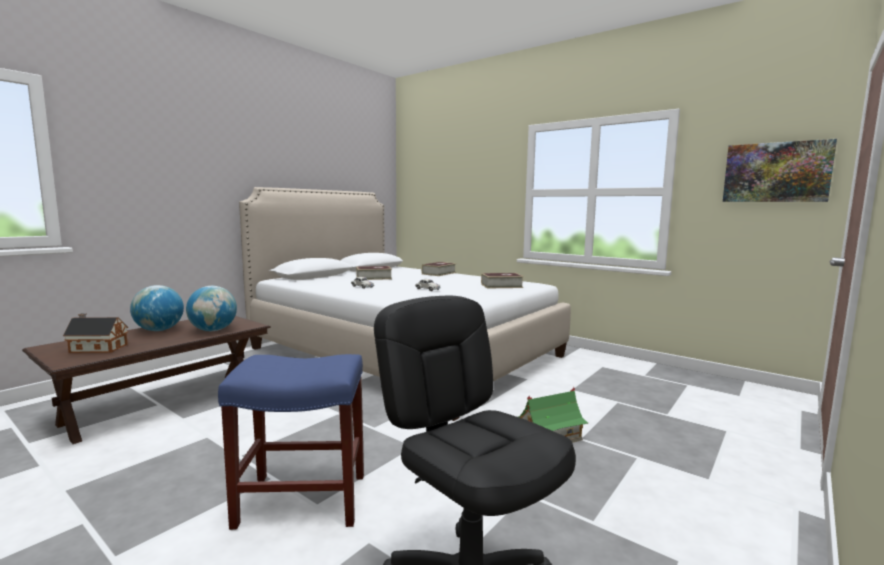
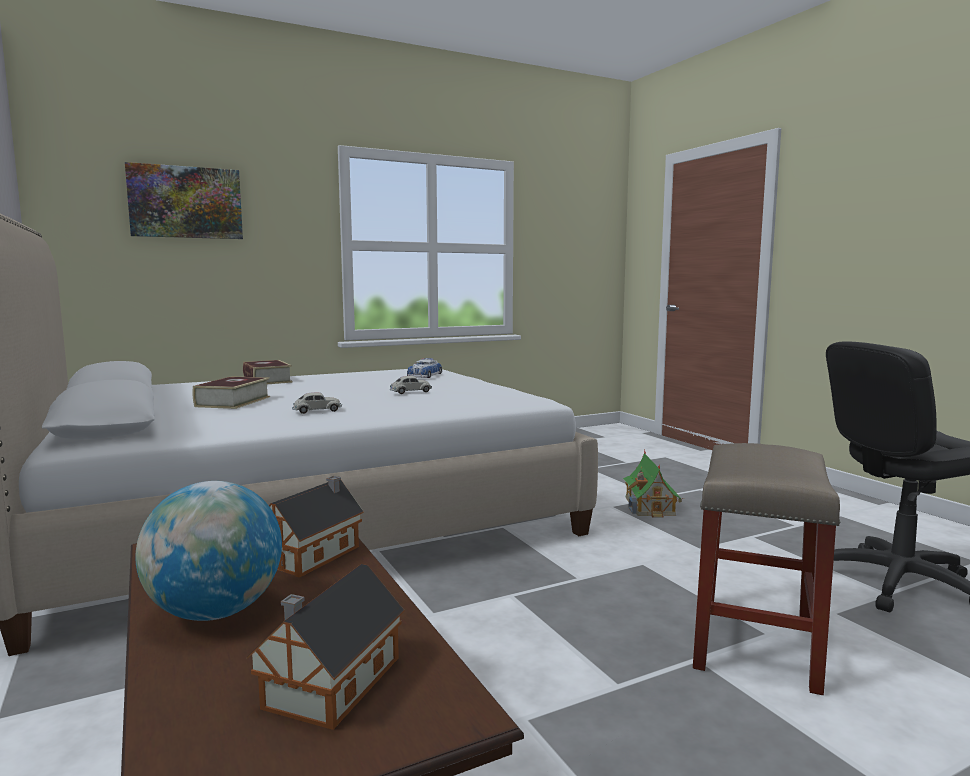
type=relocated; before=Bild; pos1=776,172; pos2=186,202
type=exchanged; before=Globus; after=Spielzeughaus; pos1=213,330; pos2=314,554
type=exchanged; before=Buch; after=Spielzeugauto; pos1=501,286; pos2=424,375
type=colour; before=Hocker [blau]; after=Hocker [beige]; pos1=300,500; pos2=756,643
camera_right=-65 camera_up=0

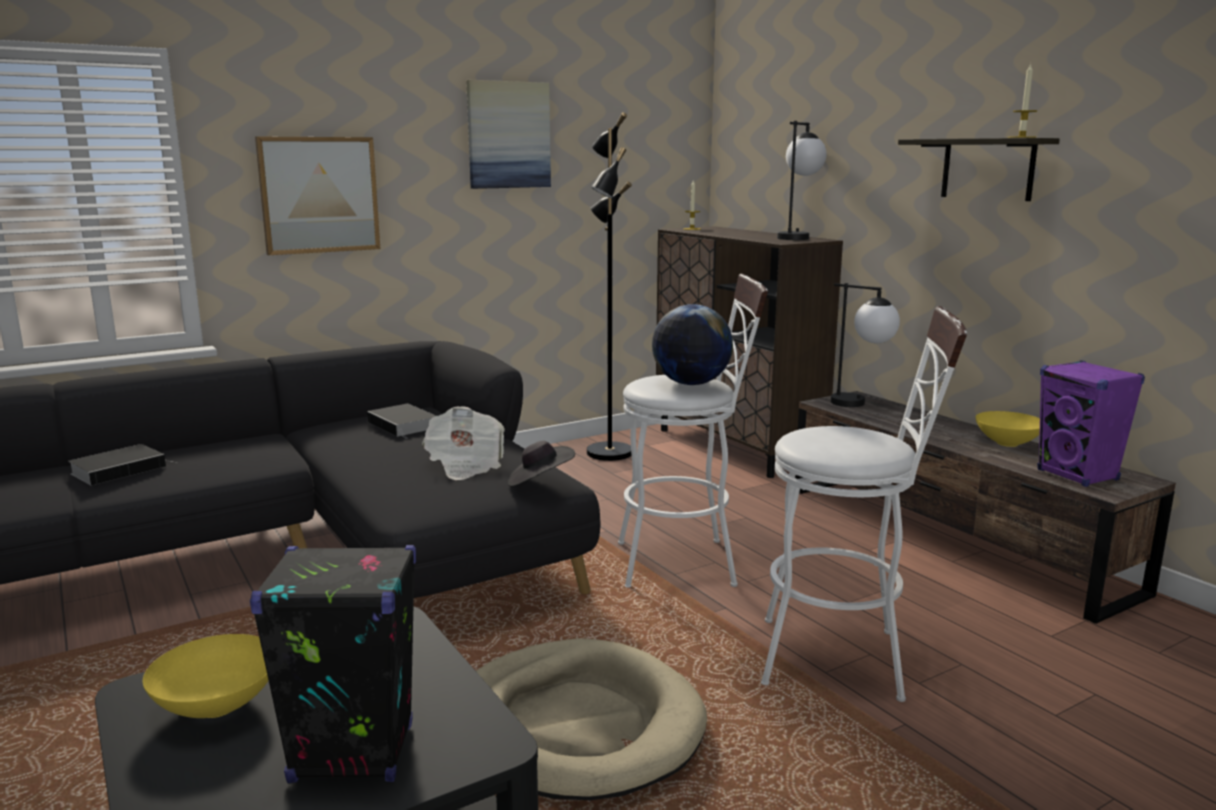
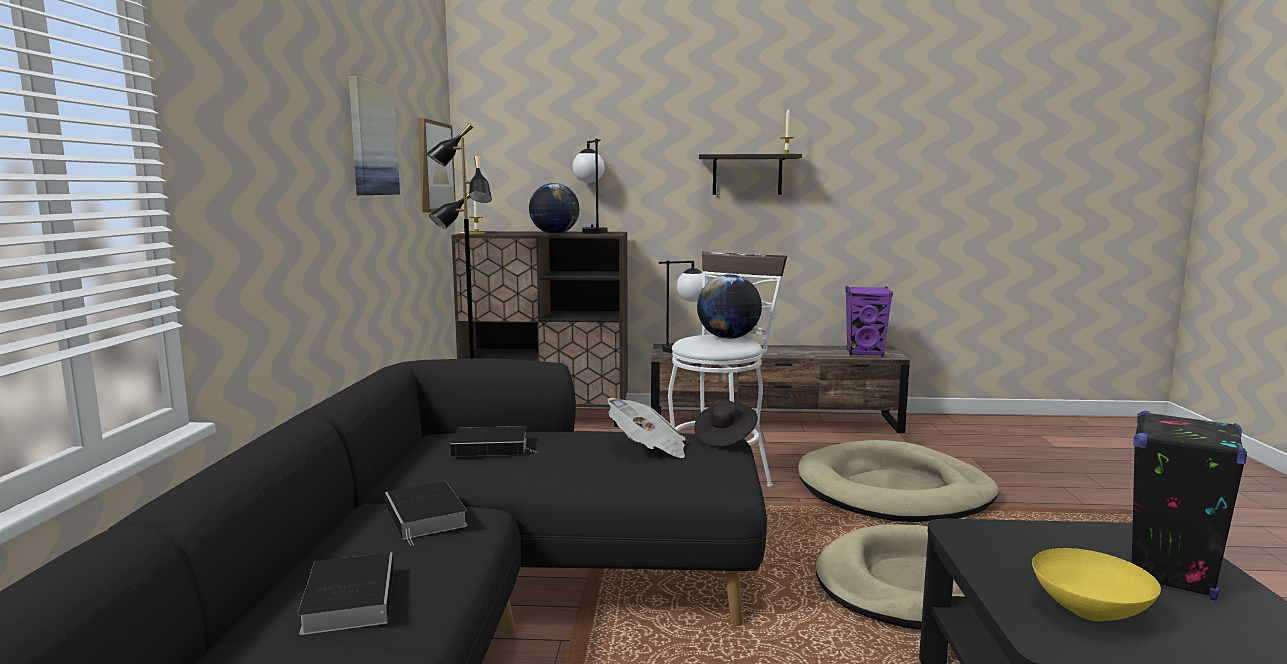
type=missing; before=Schüssel [gelb]; pos1=1008,443
type=appeared; after=Buch; pos2=427,517
type=appeared; after=Globus; pos2=554,234
type=relocated; before=Bild; pos1=319,195; pos2=434,167
type=exchanged; before=Hocker [weiß]; after=Hundebett [beige]; pos1=845,658; pos2=894,490
camera_right=-55 camera_up=-5

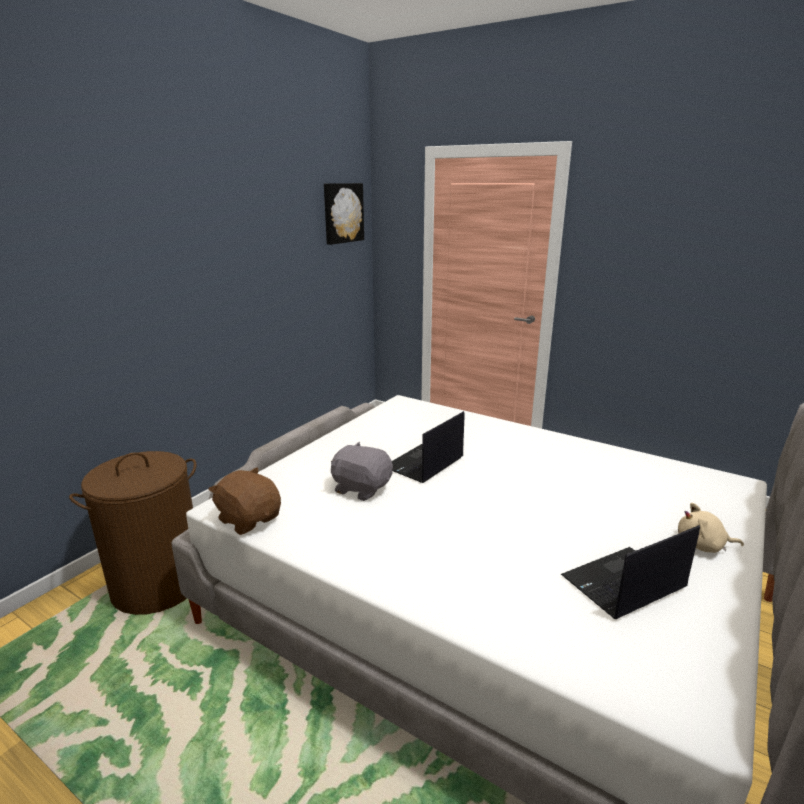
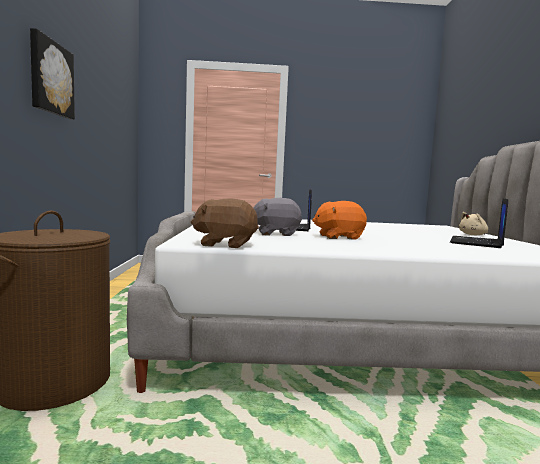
type=appeared; after=Plüschtier [orange]; pos2=338,237
type=relocated; before=Bild; pos1=342,213; pos2=50,78
camera_right=-35 camera_up=-15

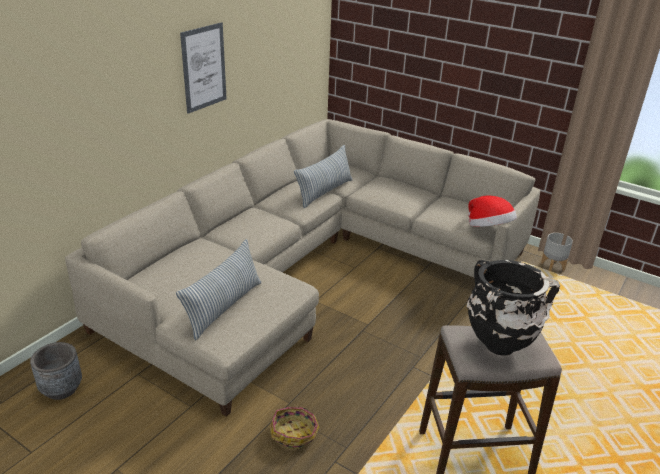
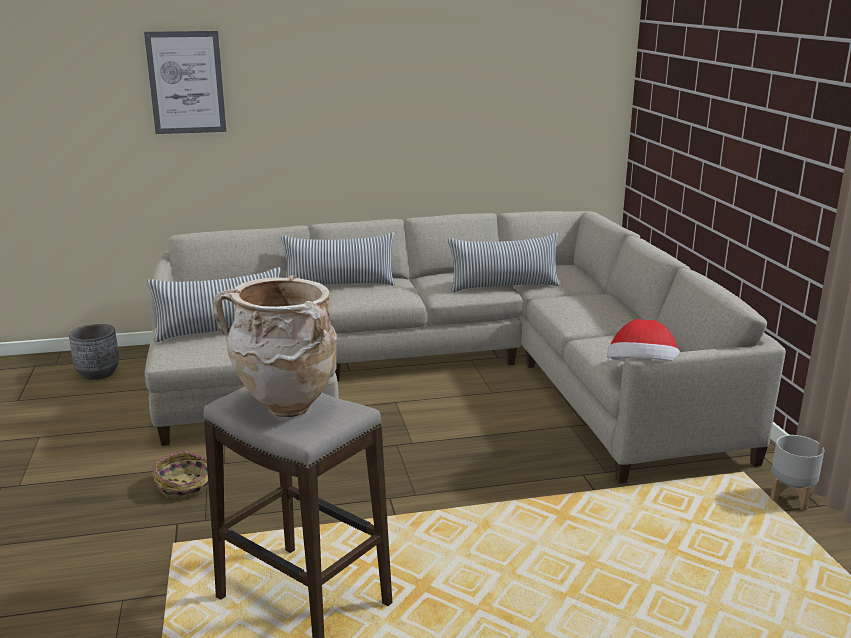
type=appeared; after=Kissen; pos2=339,284
type=relocated; before=Bild; pos1=204,67; pos2=186,82
type=colour; before=Vase [schwarz]; after=Vase [beige]; pos1=497,347; pos2=285,407
camera_right=45 camera_up=-10

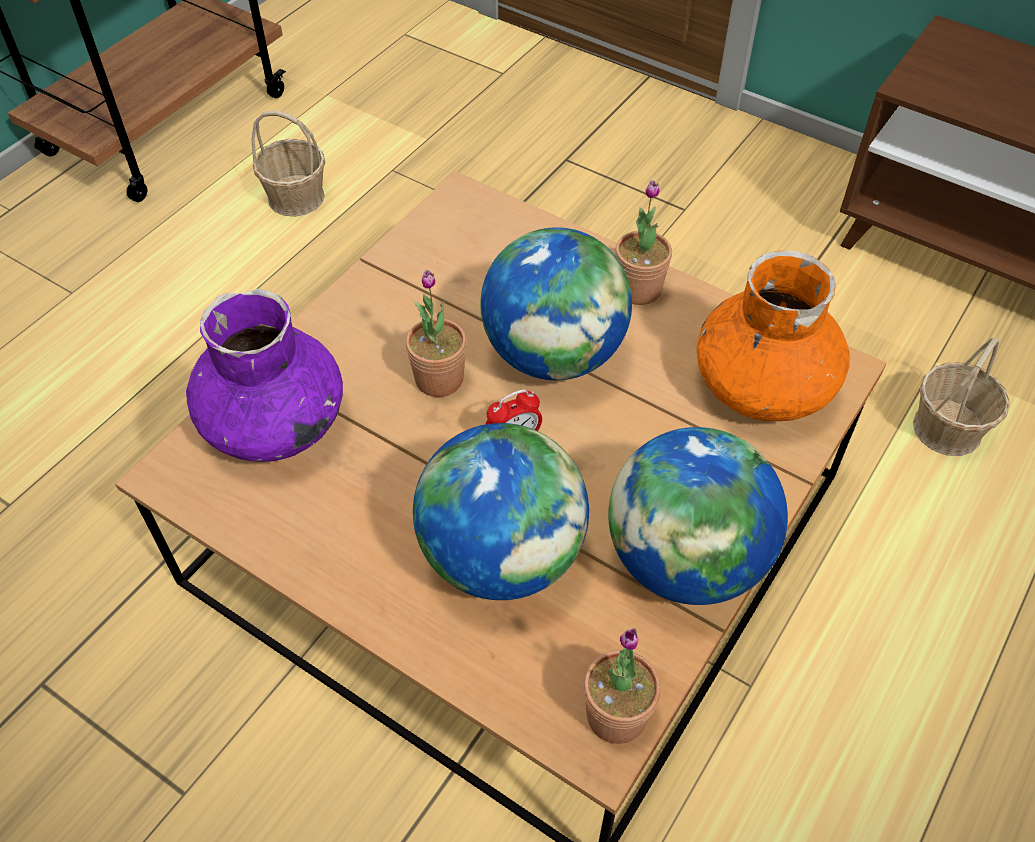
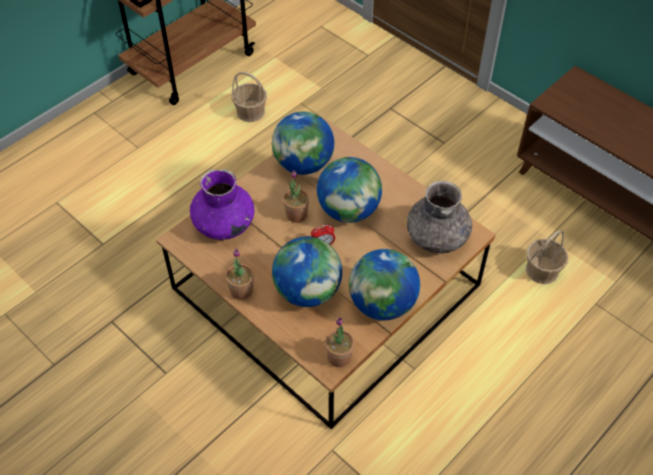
type=appeared; after=Globus; pos2=303,164
type=relocated; before=Topfpflanze; pos1=638,289; pos2=241,290
type=colour; before=Vase [orange]; after=Vase [grau]; pos1=763,385; pos2=437,236
camera_right=10 camera_up=0

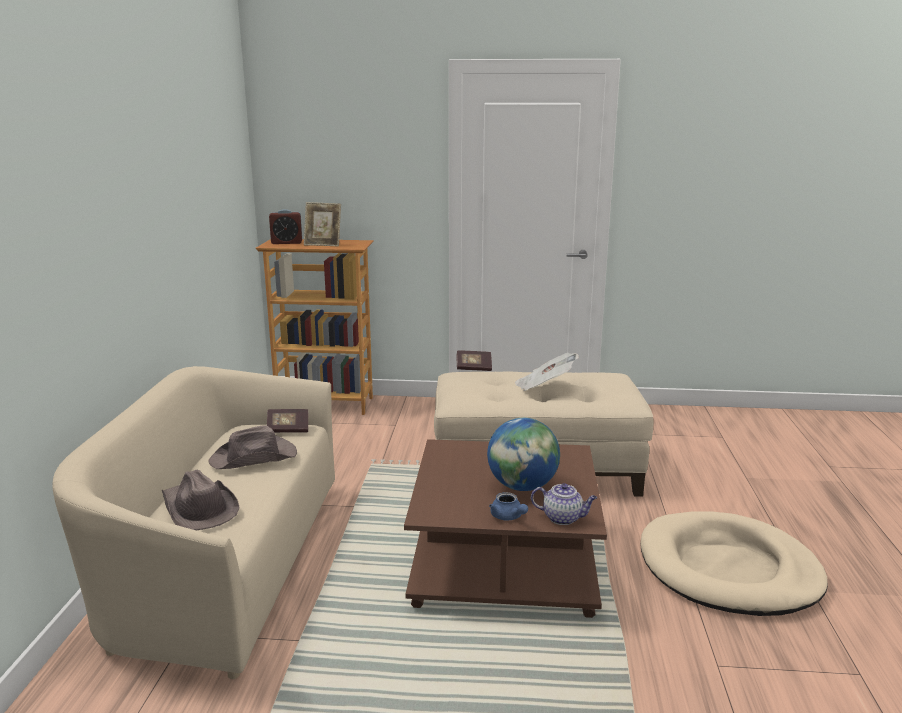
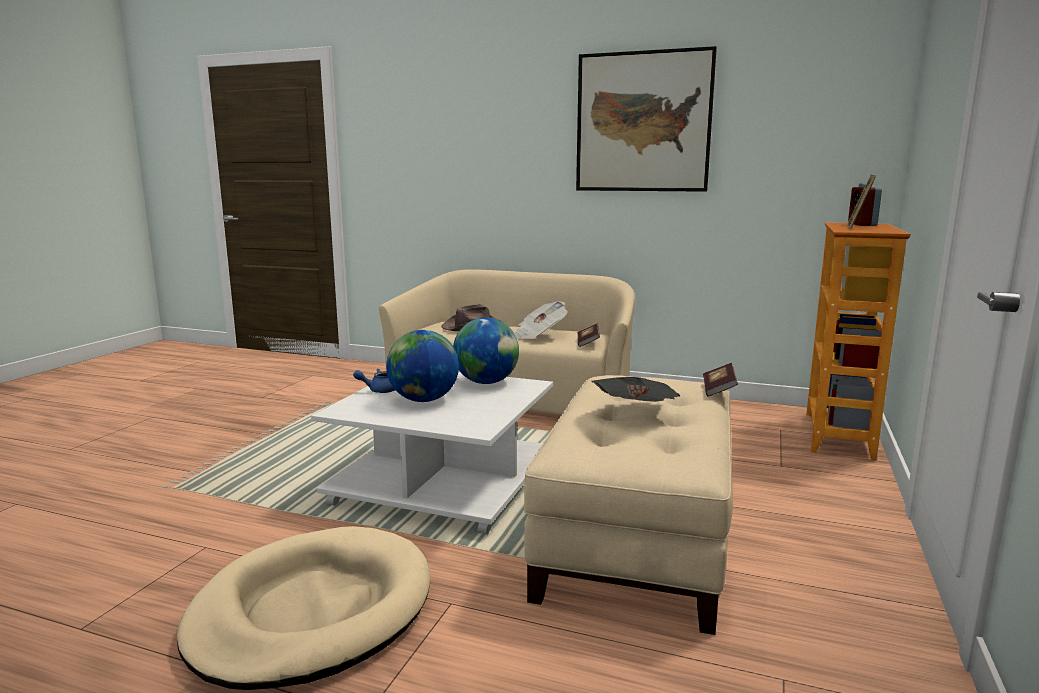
type=missing; before=Teekanne; pos1=563,518
type=appeared; after=Globus; pos2=486,382
type=appeared; after=Bild; pos2=643,122
type=exchanged; before=Hut [braun]; after=Zeitung; pos1=254,458; pos2=538,336
type=colour; before=Couchtisch [braun]; after=Couchtisch [weiß]; pos1=502,560; pos2=446,482
camera_right=105 camera_up=-5

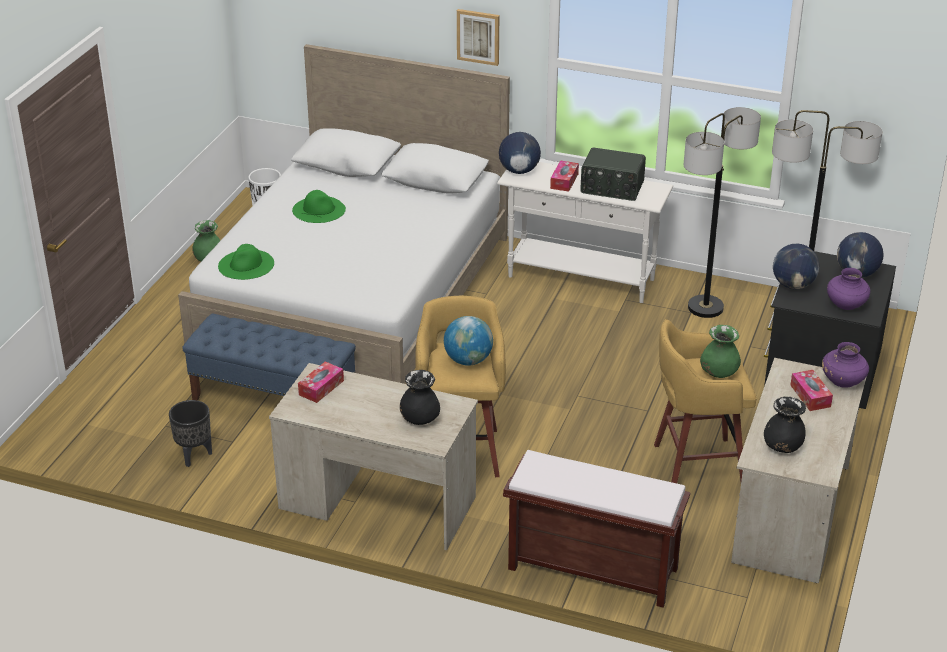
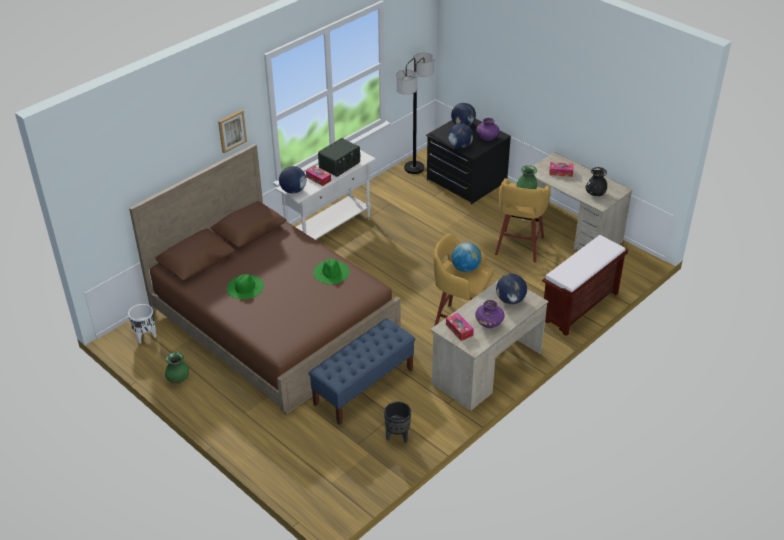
type=missing; before=Stehlampe; pos1=705,307
type=relocated; before=Hut [grün]; pos1=246,264; pos2=331,272
type=relocated; before=Vase [lila]; pos1=843,382; pos2=489,324
type=exchanged; before=Vase [schwarz]; after=Globus; pos1=420,419; pos2=510,300
type=colour; before=Bett [weiß]; after=Bett [braun]; pos1=356,293; pos2=274,321
camera_right=-65 camera_up=5

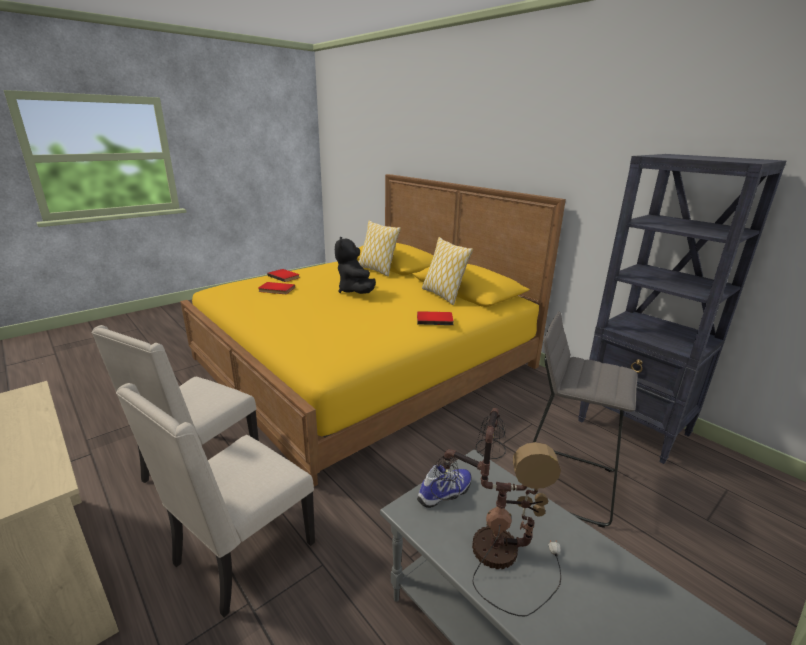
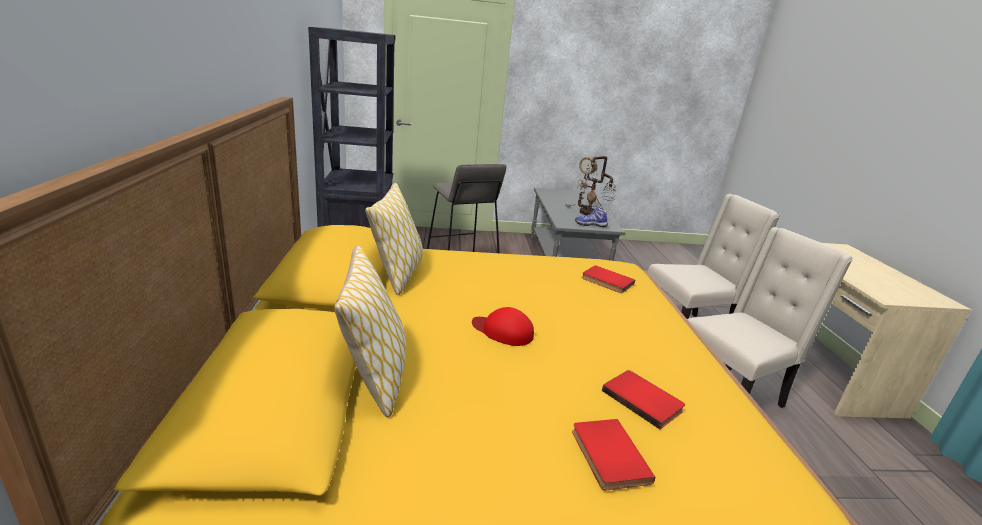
type=relocated; before=Buch [rot]; pos1=434,319; pos2=606,281
type=exchanged; before=Plüschtier [schwarz]; after=Kappe [rot]; pos1=355,291; pos2=503,331
camera_right=-145 camera_up=0

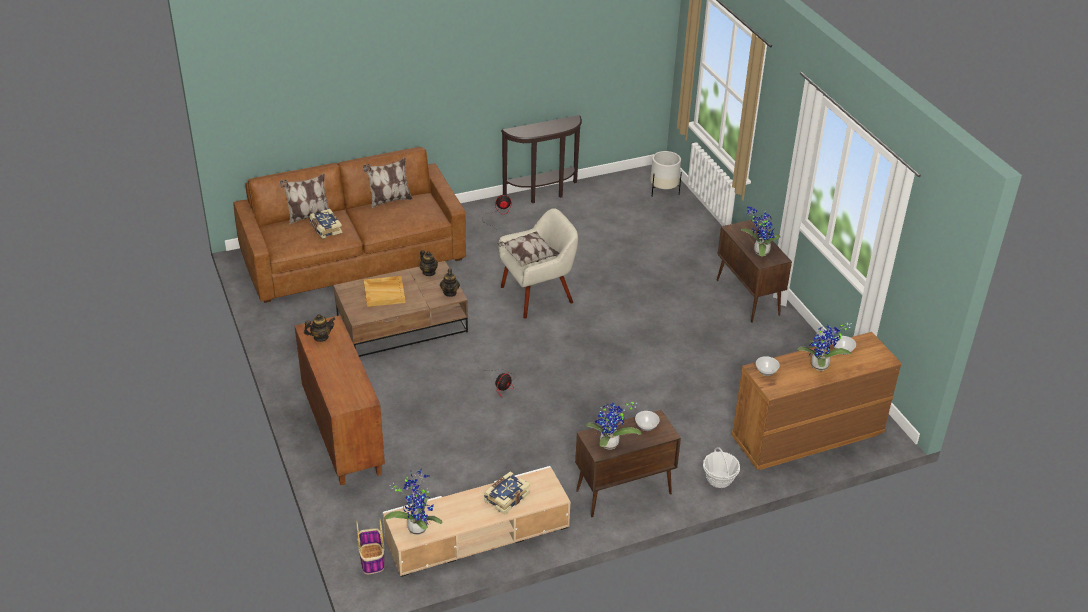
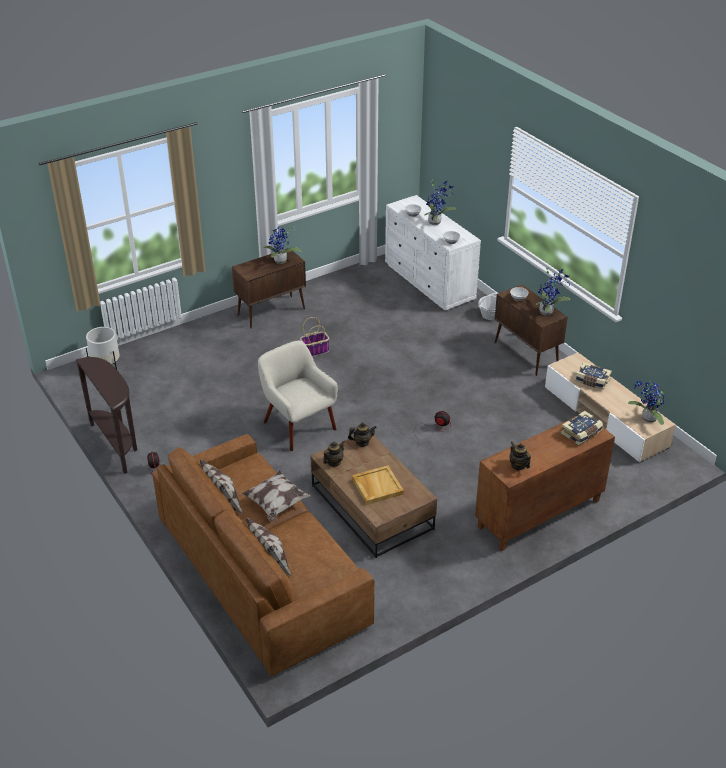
type=relocated; before=Buch; pos1=325,229; pos2=581,433
type=relocated; before=Korb; pos1=372,559; pos2=315,351
type=relocated; before=Kissen; pos1=528,257; pos2=276,504
type=colour; before=Kommode [braun]; after=Kommode [weiß]; pos1=806,436; pos2=429,282
camera_right=-100 camera_up=0

